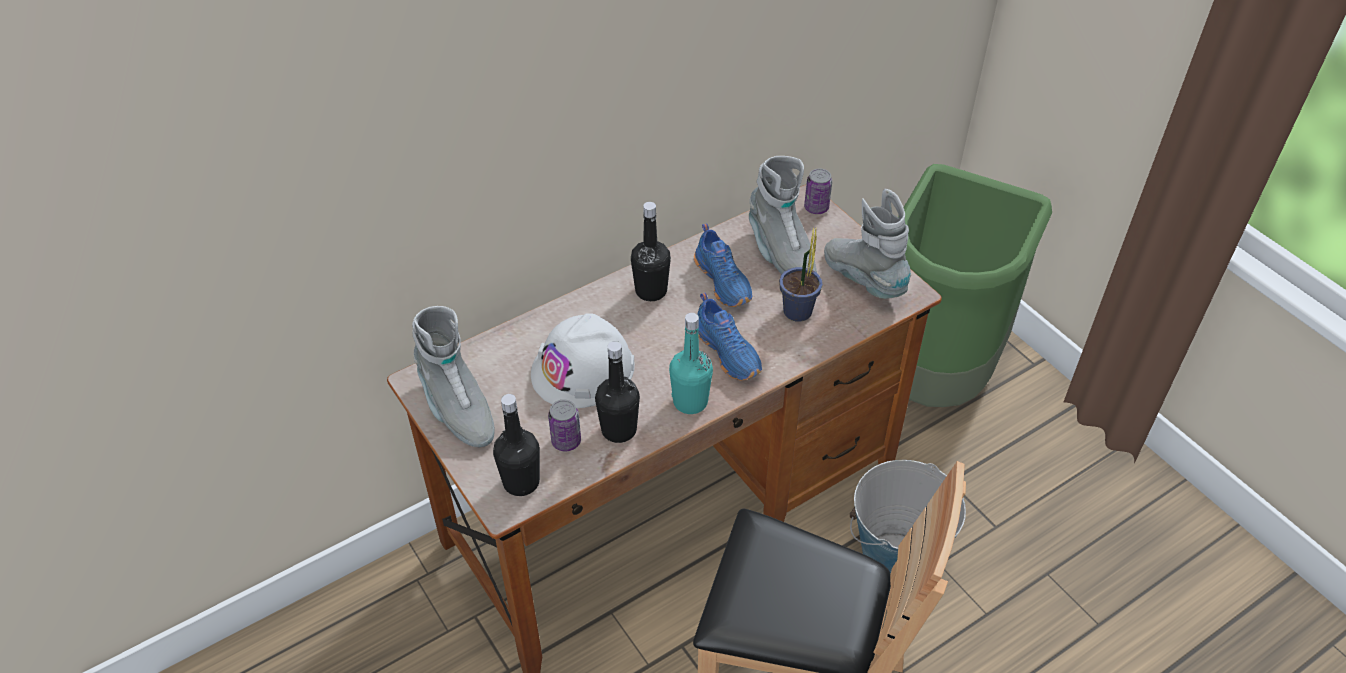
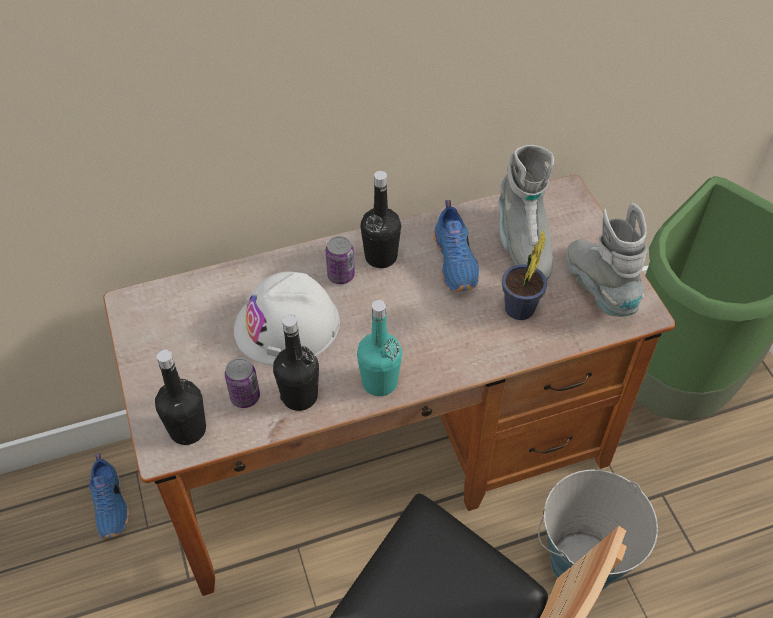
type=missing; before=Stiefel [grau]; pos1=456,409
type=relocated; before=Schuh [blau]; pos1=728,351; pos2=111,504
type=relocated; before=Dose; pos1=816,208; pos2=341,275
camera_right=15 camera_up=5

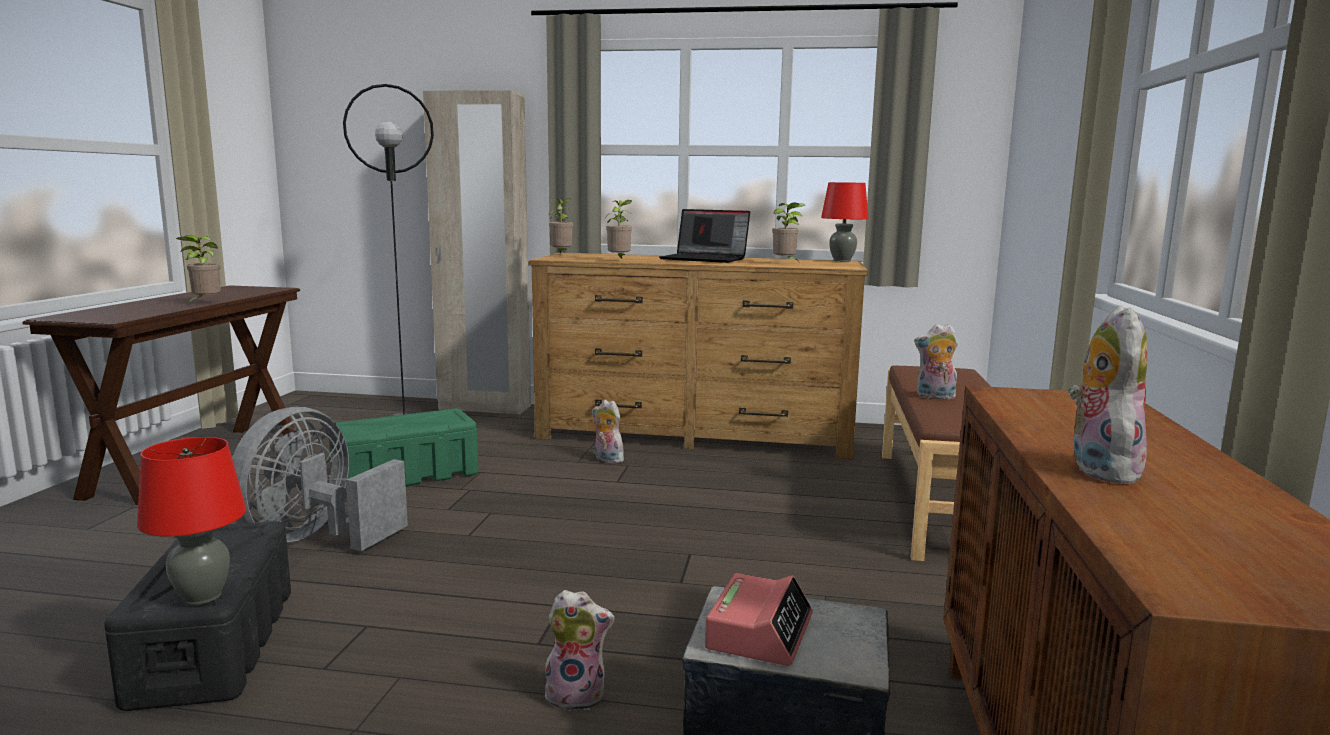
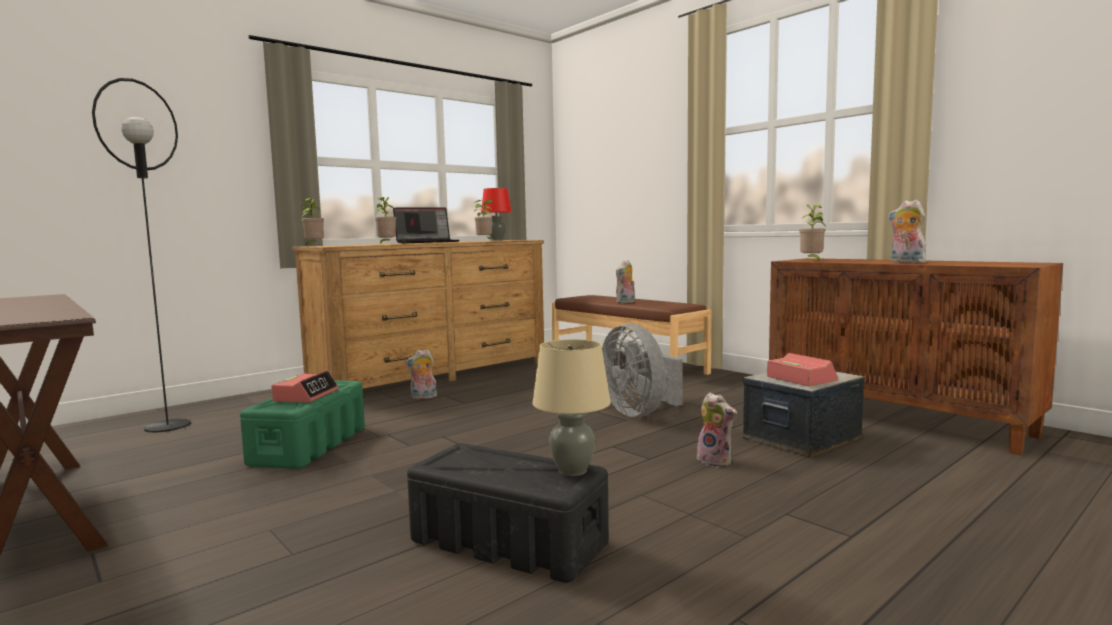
type=missing; before=Kleiderschrank [beige]; pos1=484,408
type=appeared; after=Wecker; pos2=306,396
type=relocated; before=Topfpflanze; pos1=205,303; pos2=811,261
type=relocated; before=Ventilator [grau]; pos1=315,539; pos2=639,413
type=colour; before=Tischlampe [rot]; after=Tischlampe [beige]; pos1=201,597; pos2=572,471
type=spun; before=Plüschtier; pos1=577,695; pos2=716,461; turn=90
camera_right=-50 camera_up=-5

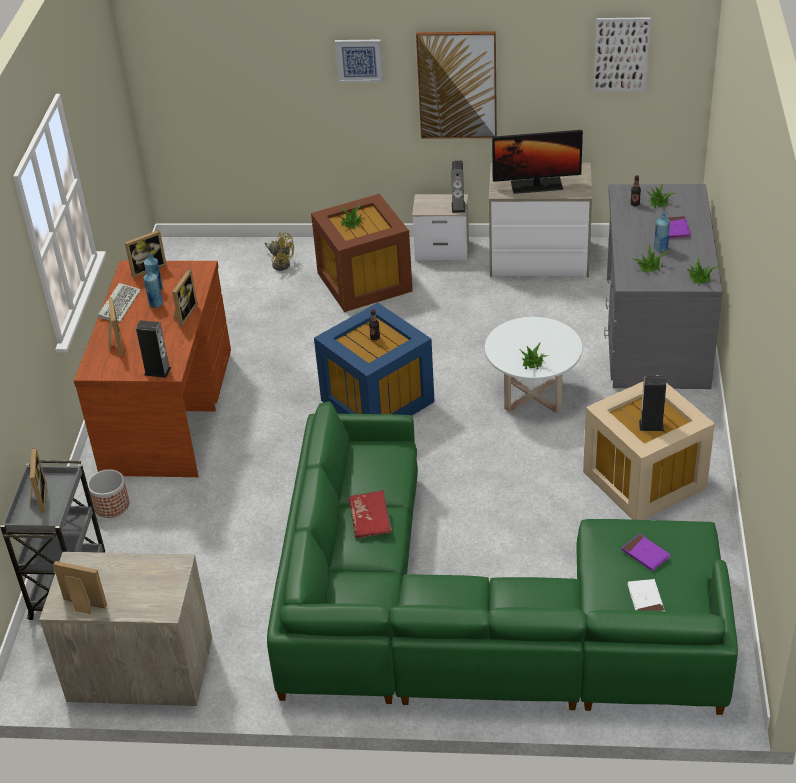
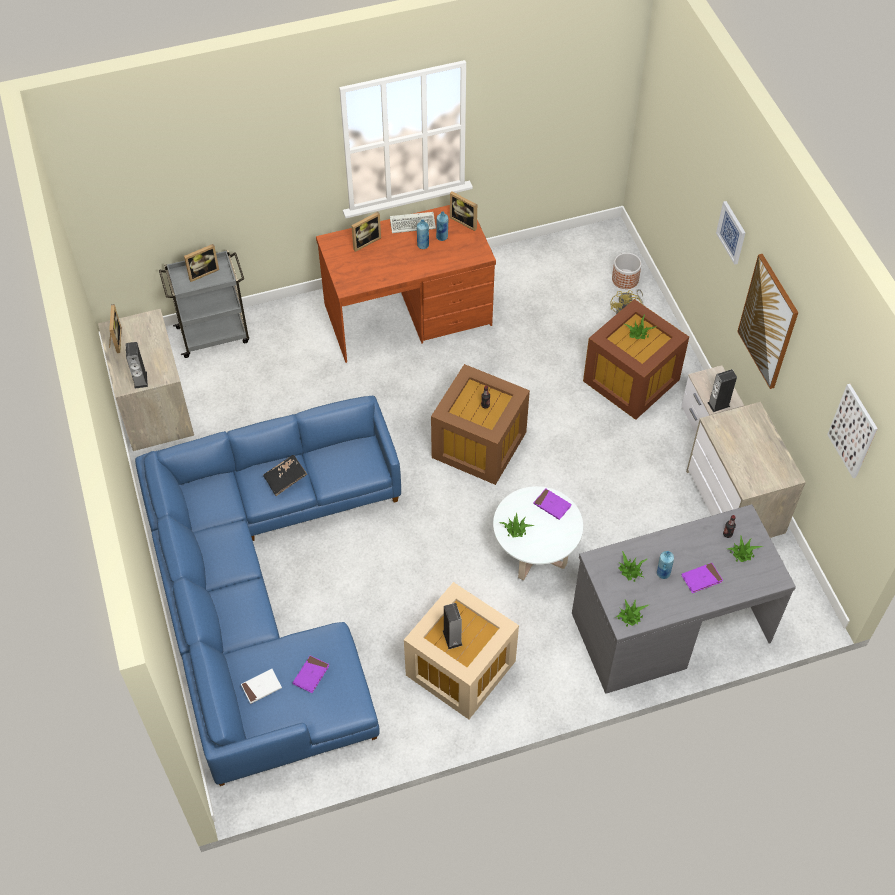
type=missing; before=Bilderrahmen; pos1=184,314
type=missing; before=Monitor; pos1=536,185
type=appeared; after=Buch [lila]; pos2=552,505
type=relocated; before=Pflanzkübel; pos1=111,505; pos2=625,279
type=relocated; before=Lautsprecher; pos1=157,371; pos2=140,380
type=colour; before=Sofa [grün]; after=Sofa [blau]; pos1=477,616; pos2=266,591
type=colour; before=Aufbewahrungsbox [blau]; after=Aufbewahrungsbox [braun]; pos1=377,402; pos2=477,445
type=colour; before=Buch [rot]; after=Buch [schwarz]; pos1=370,521; pos2=285,479
camera_right=65 camera_up=15

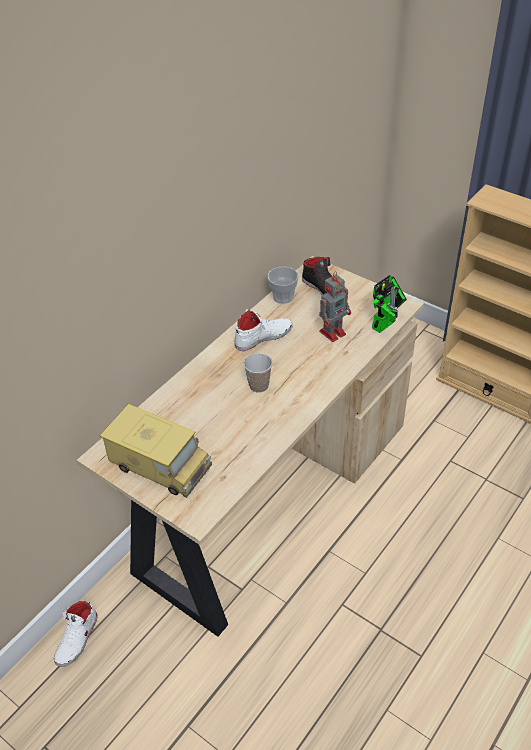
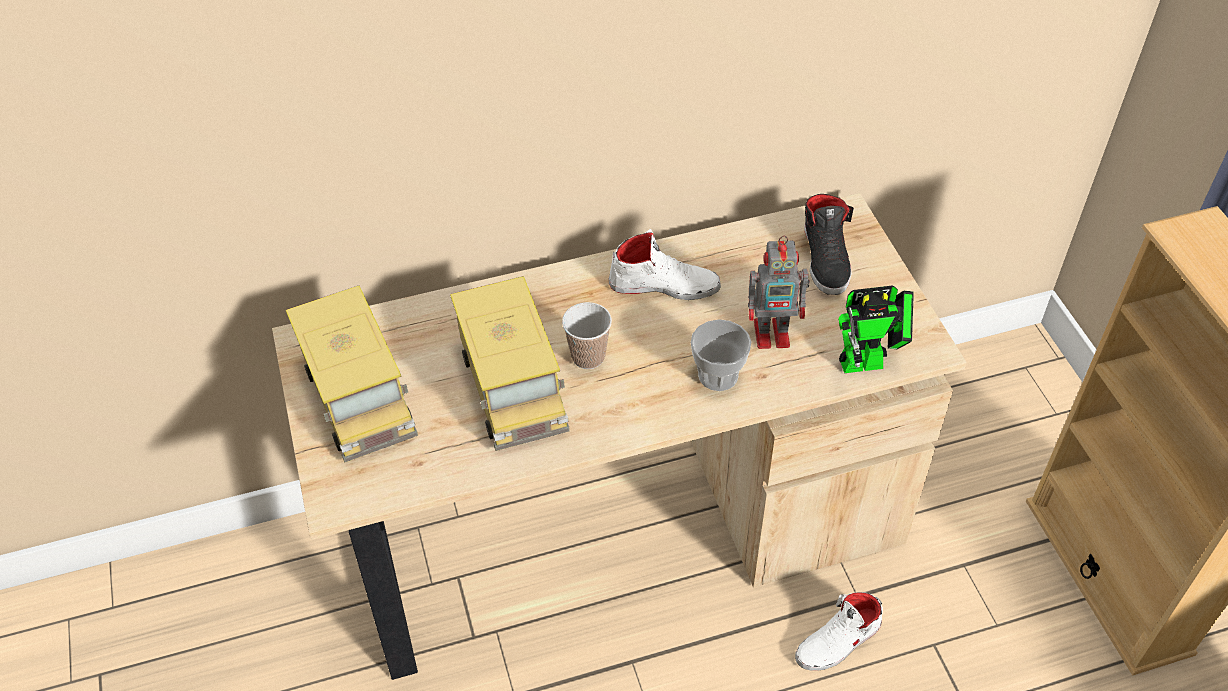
type=appeared; after=Spielzeuglaster; pos2=513,386
type=relocated; before=Schuh [weiß]; pos1=77,639; pos2=839,642
type=relocated; before=Tasse; pos1=283,297; pos2=718,375
camera_right=35 camera_up=5

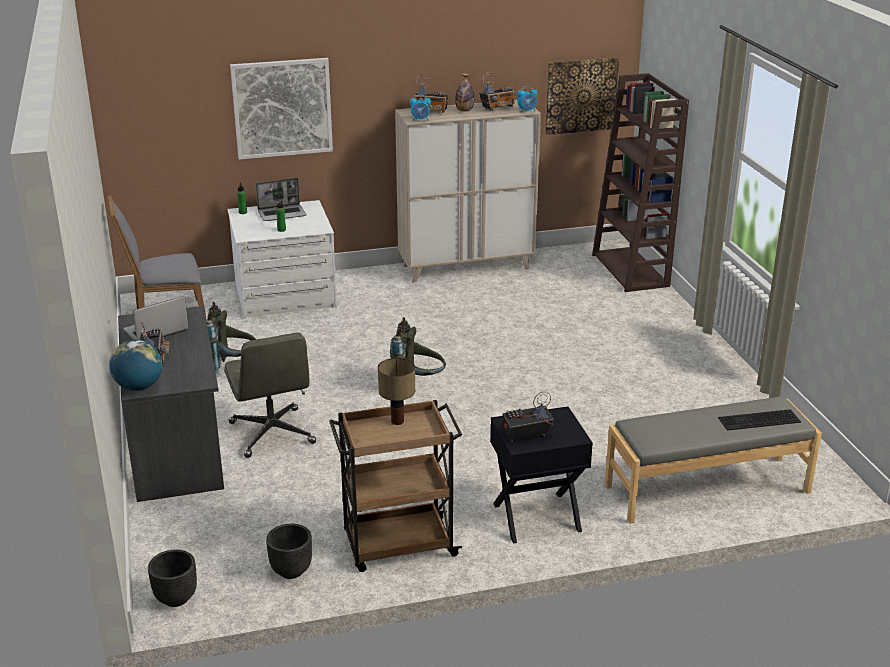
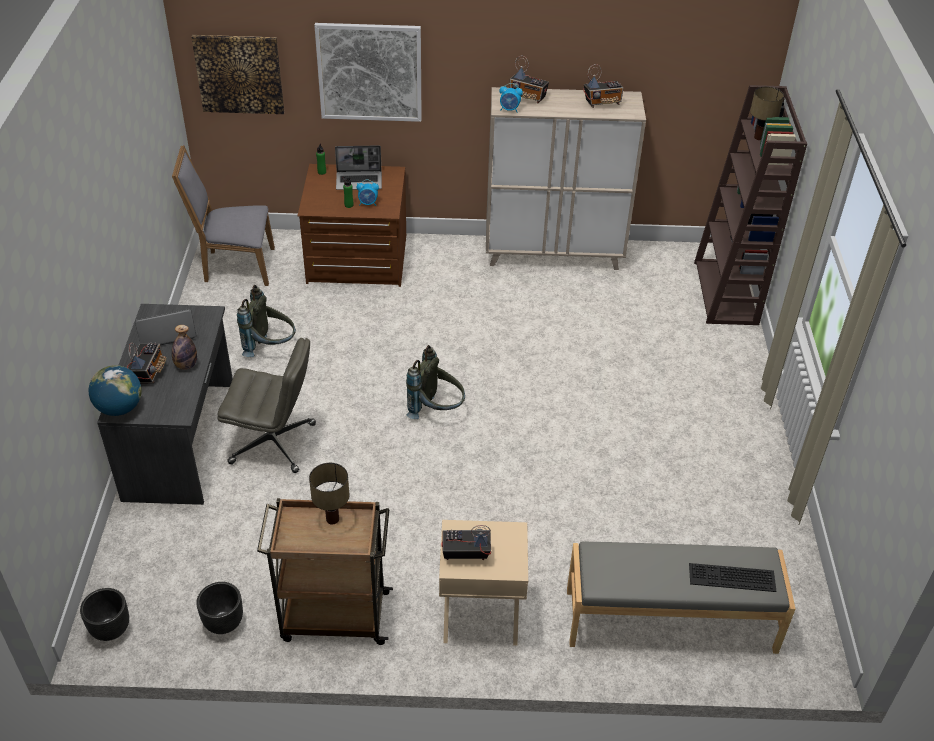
type=appeared; after=Tischlampe; pos2=759,138
type=relocated; before=Flasche; pos1=464,110; pos2=186,365
type=relocated; before=Wecker; pos1=527,111; pos2=368,203
type=relocated; before=Bild; pos1=581,95; pos2=239,74
type=colour; before=Kommode [weiß]; after=Kommode [braun]; pos1=285,296; pos2=357,260
type=colour; before=Nachttisch [schwarz]; after=Nachttisch [beige]; pos1=537,518; pos2=480,616
type=spun; before=Bürostuhl [grau]; pos1=272,433; pos2=274,443; turn=-75
camera_right=15 camera_up=15

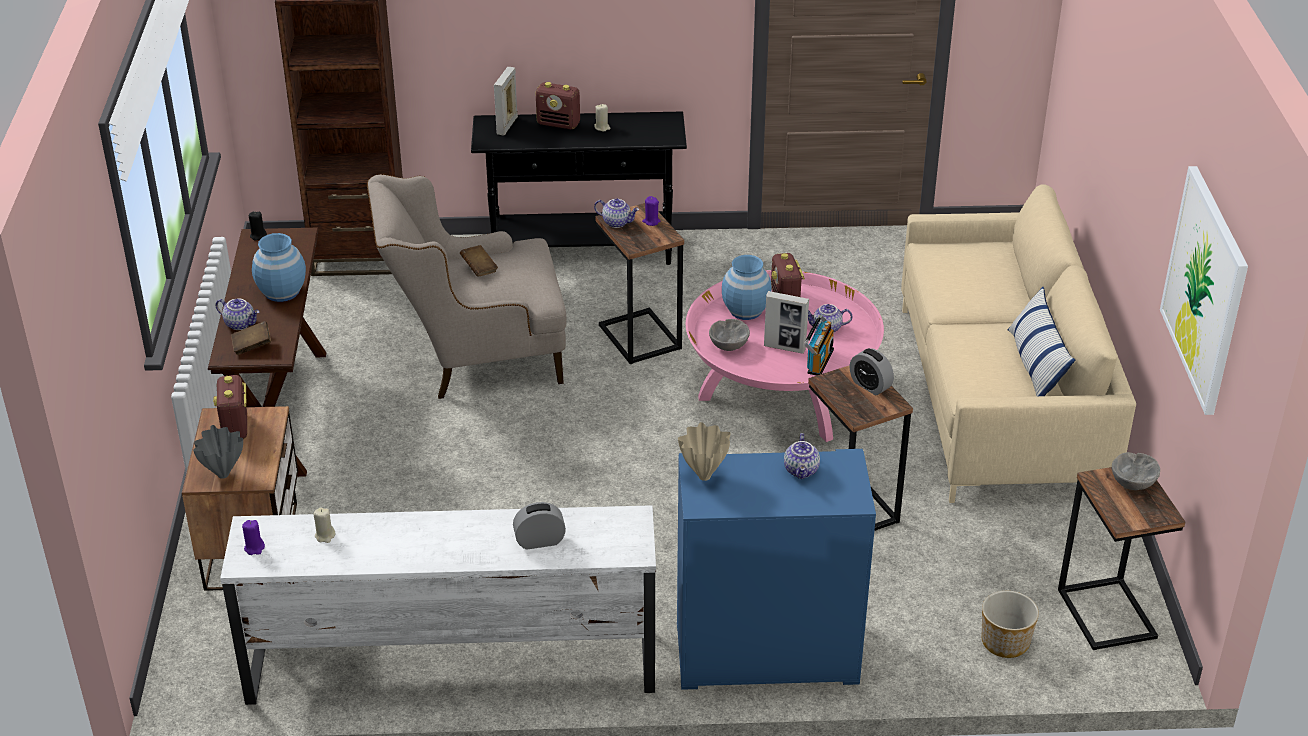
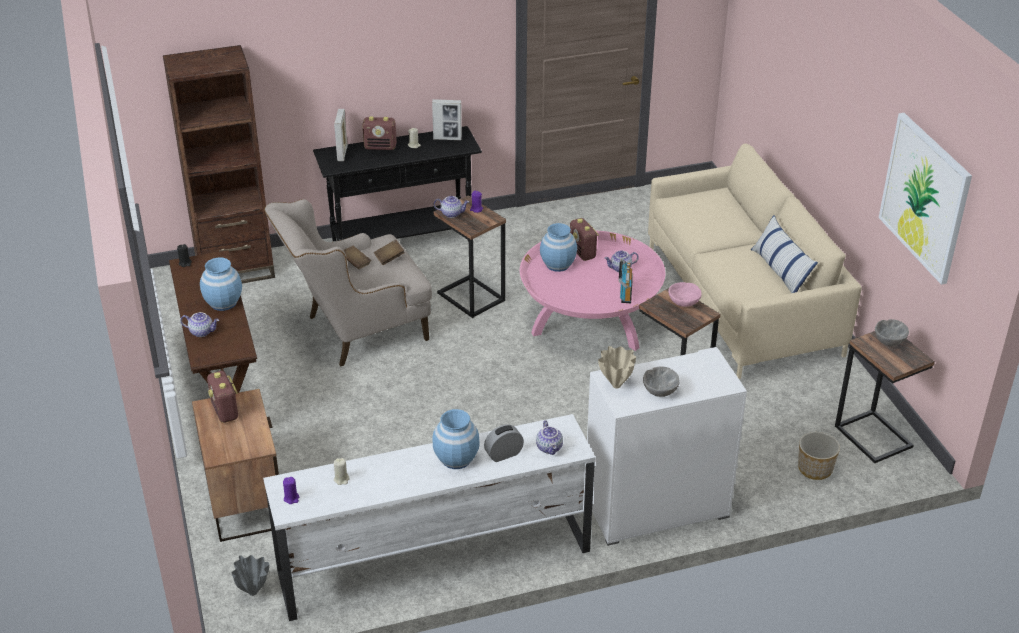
type=appeared; after=Vase [blau]; pos2=456,459
type=relocated; before=Vase [grau]; pos1=223,475; pos2=253,593
type=relocated; before=Buch [braun]; pos1=252,346; pos2=389,258
type=relocated; before=Schüssel [grau]; pos1=728,345; pos2=659,391
type=relocated; before=Bilderrahmen; pos1=784,347; pos2=447,138
type=relocated; before=Teekanne; pos1=802,470; pos2=550,448
type=exchanged; before=Wecker; after=Schüssel [rosa]; pos1=870,386; pos2=684,303
type=colour; before=Schrank [blau]; after=Schrank [weiß]; pos1=765,654; pos2=656,508
camera_right=-15 camera_up=0

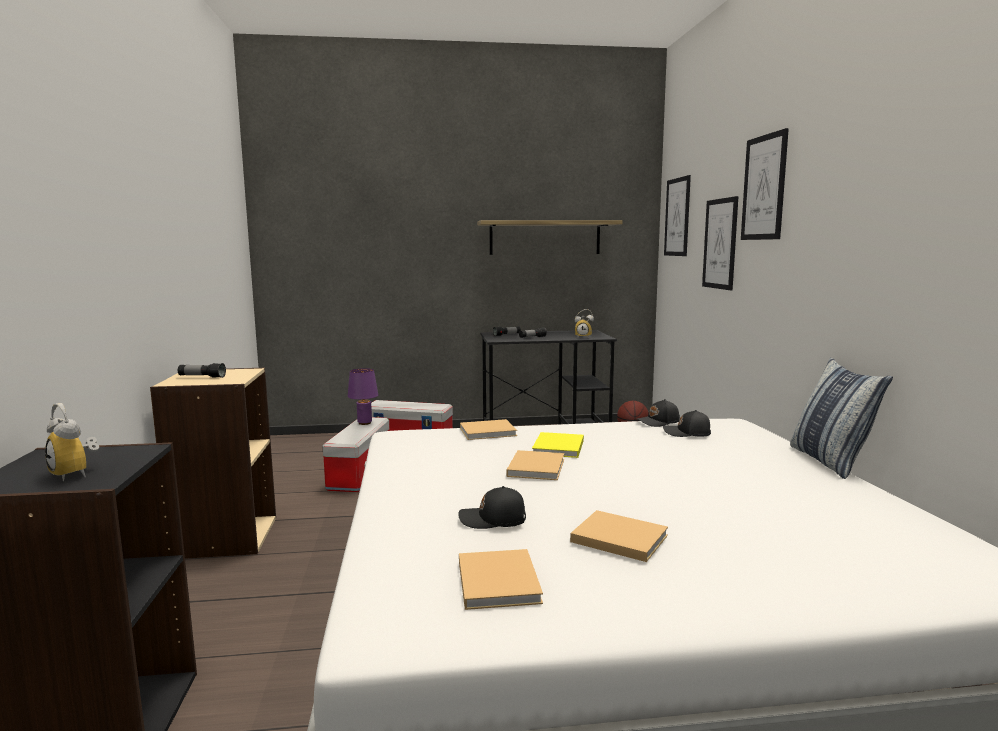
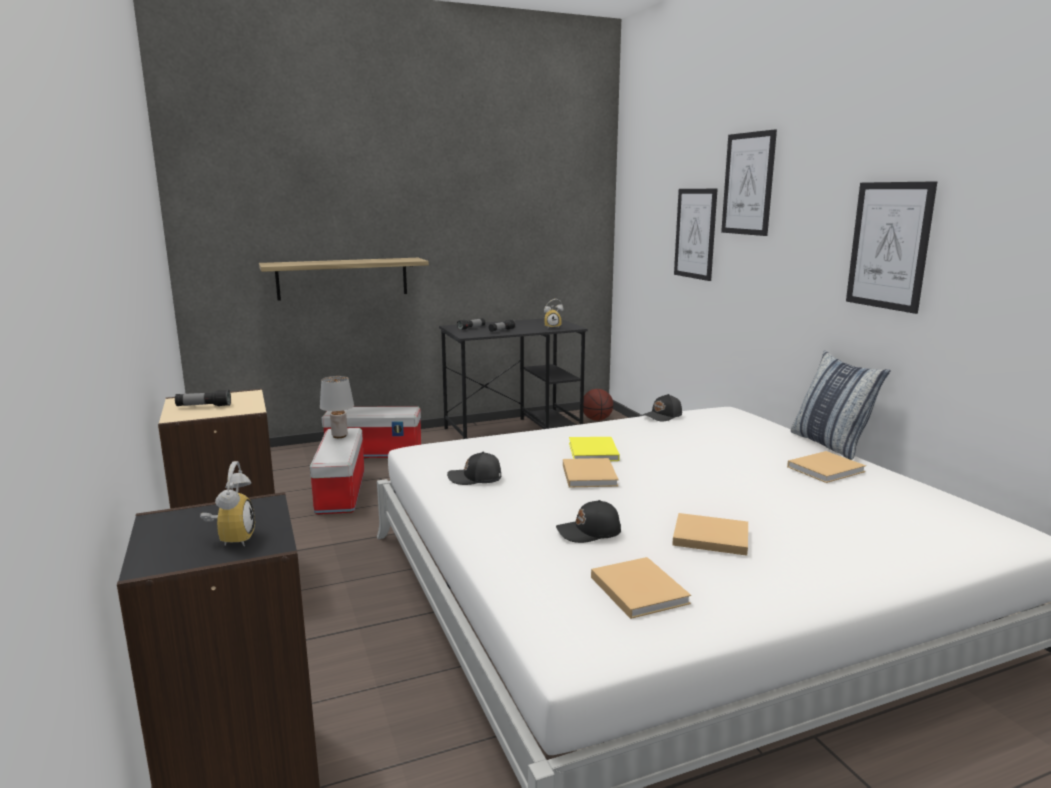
type=relocated; before=Buch [beige]; pos1=489,432; pos2=827,469
type=relocated; before=Wandregal; pos1=545,238; pos2=343,278
type=relocated; before=Kappe [schwarz]; pos1=687,433; pos2=475,478
type=relocated; before=Bild; pos1=677,217; pos2=889,246
type=colour; before=Tischlampe [lila]; after=Tischlampe [grau]; pos1=364,423; pos2=339,436
type=spun; before=Wecker; pos1=77,473; pos2=231,538; turn=-120
camera_right=-15 camera_up=5

